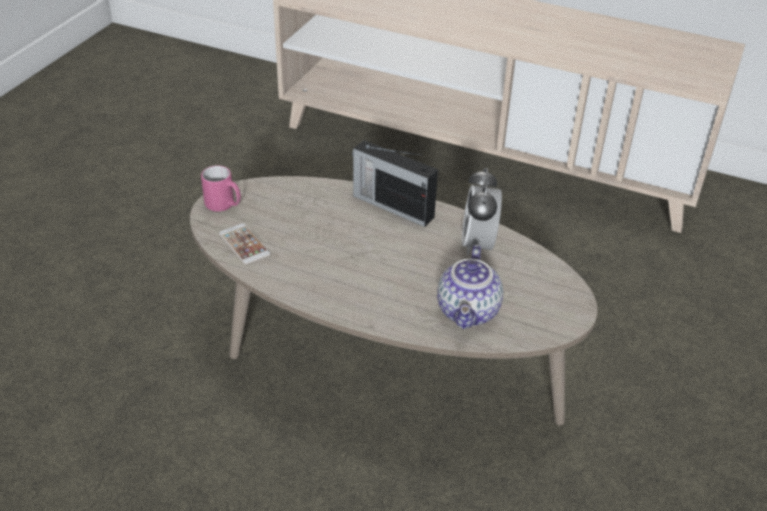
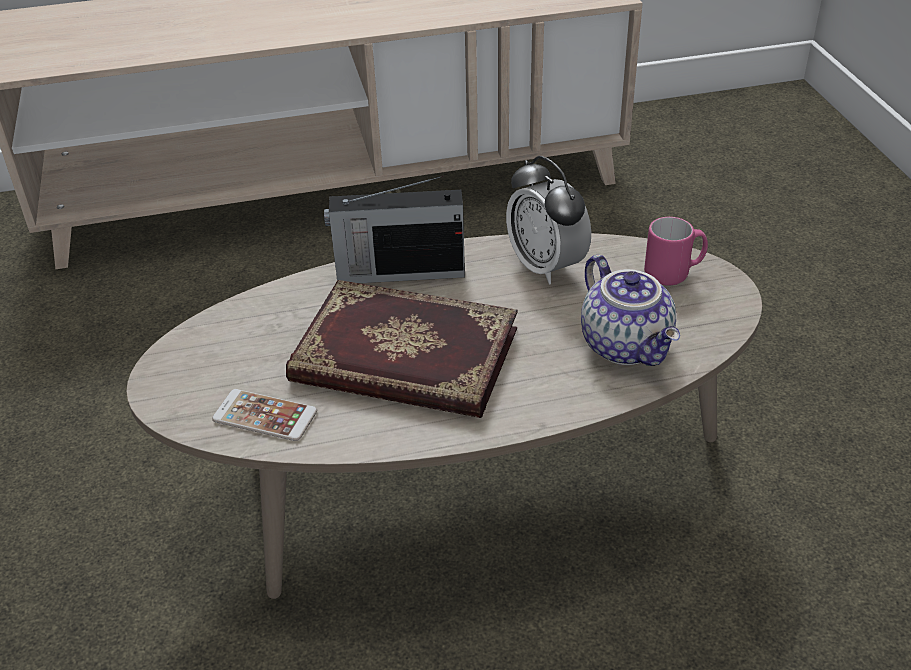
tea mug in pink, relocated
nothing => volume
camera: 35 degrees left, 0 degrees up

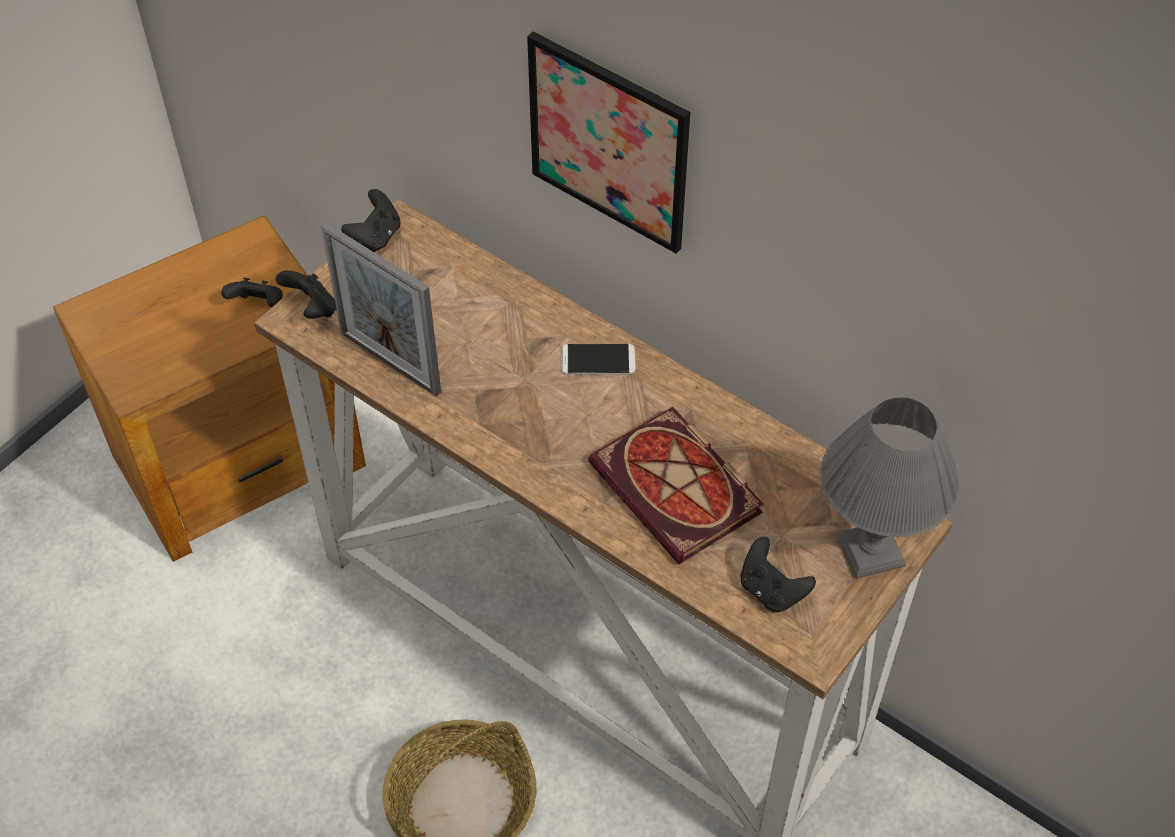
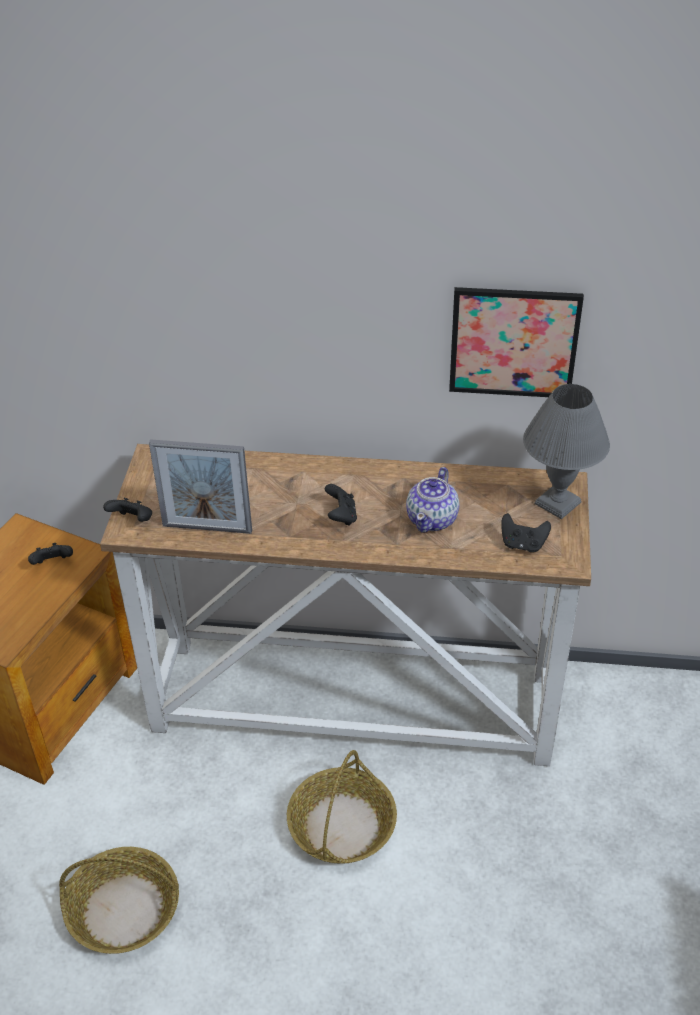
gamepad in black-coloured (no. 3 from left), relocated
picture, relocated
handset => nothing
volume => tea pot
nothing => storage basket (no. 1 from left)
camera: 30 degrees left, 10 degrees down

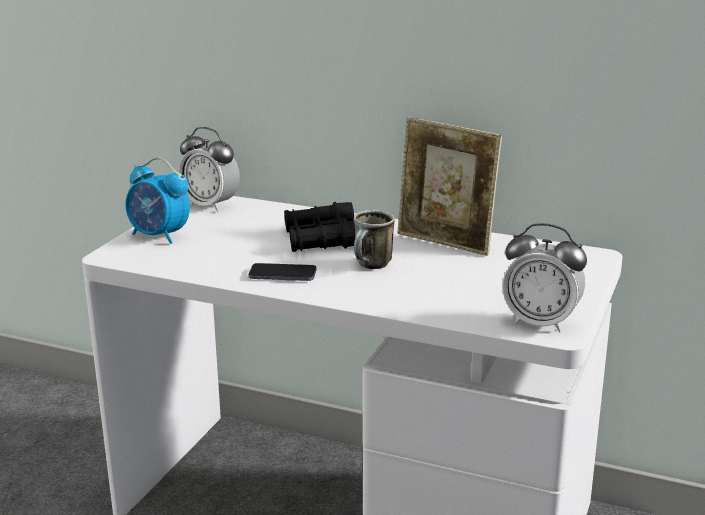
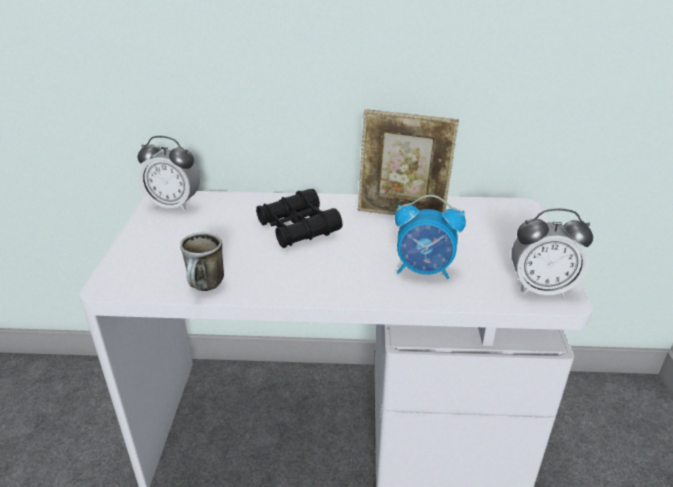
alarm clock (no. 1 from left in the first image) => alarm clock (no. 2 from left), relocated
handset => nothing
tea mug, relocated
camera: 20 degrees left, 10 degrees up

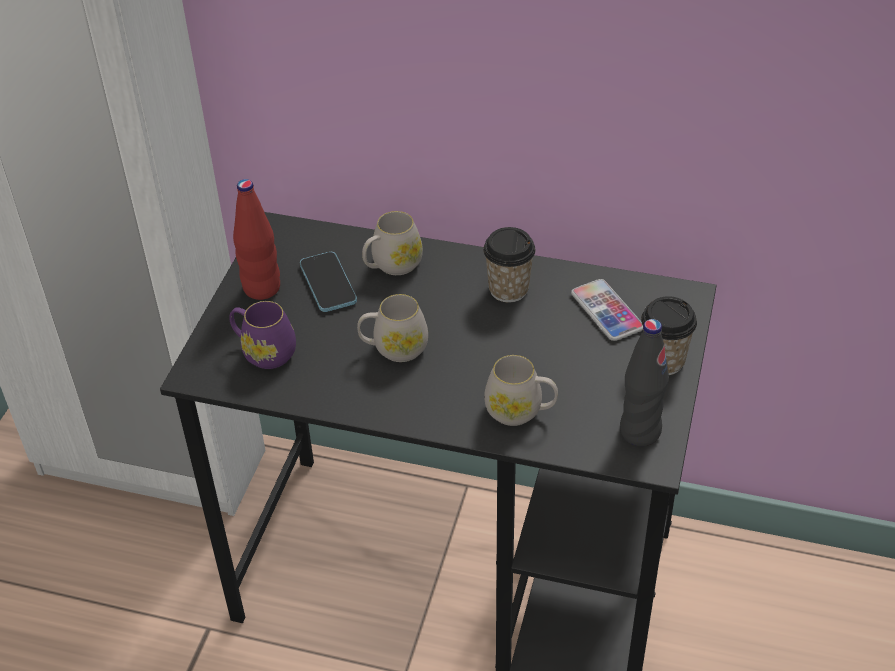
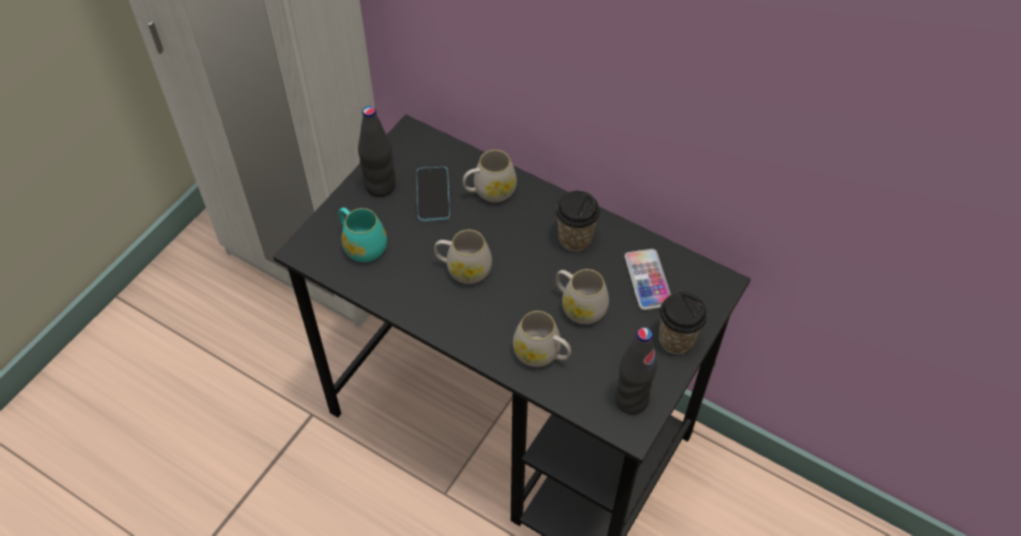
tea mug in purple-coloured => tea mug in blue-green
bottle in reddish => bottle in black-coloured (no. 1 from left)
nothing => tea mug in white (no. 4 from left)
camera: 15 degrees right, 10 degrees up

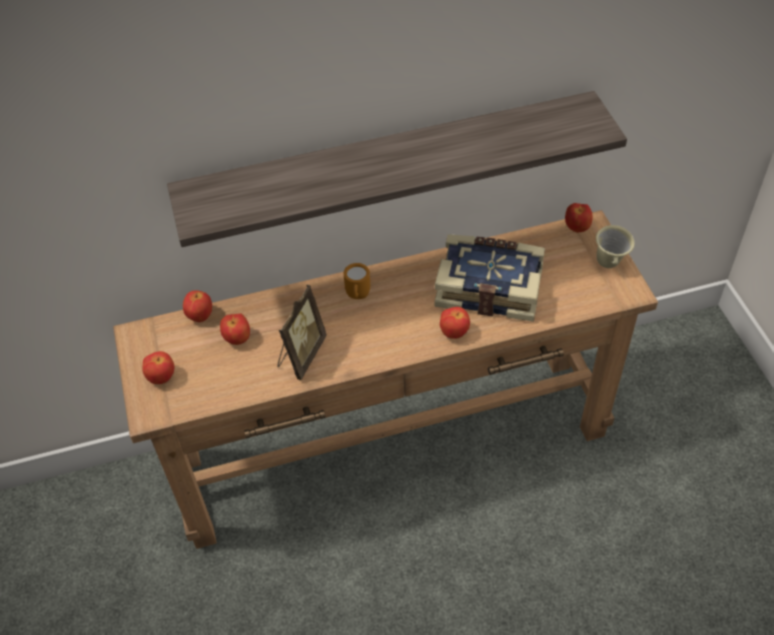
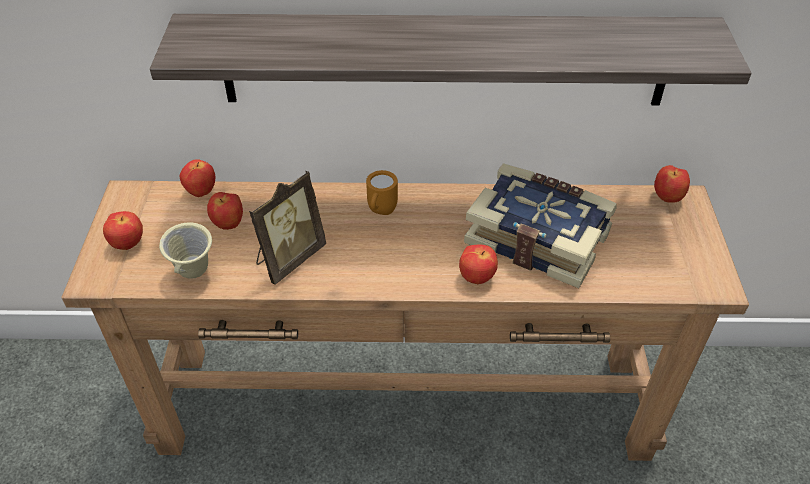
tea mug in sand-coloured, relocated
camera: 15 degrees right, 5 degrees down

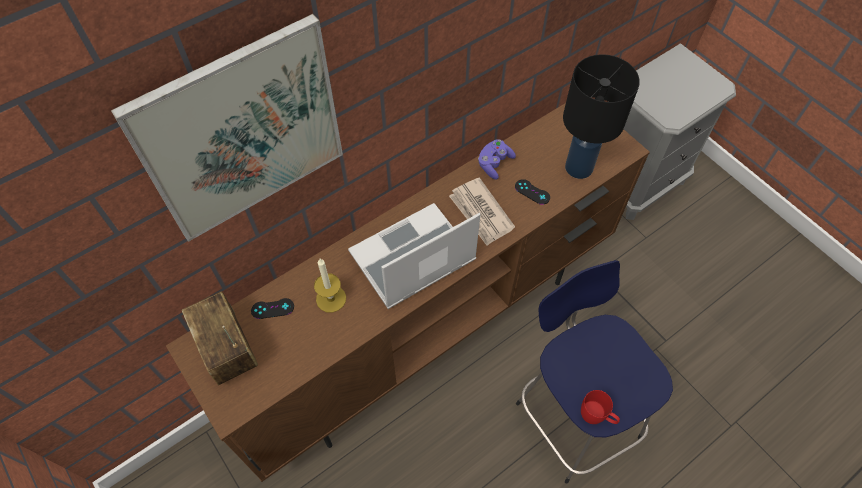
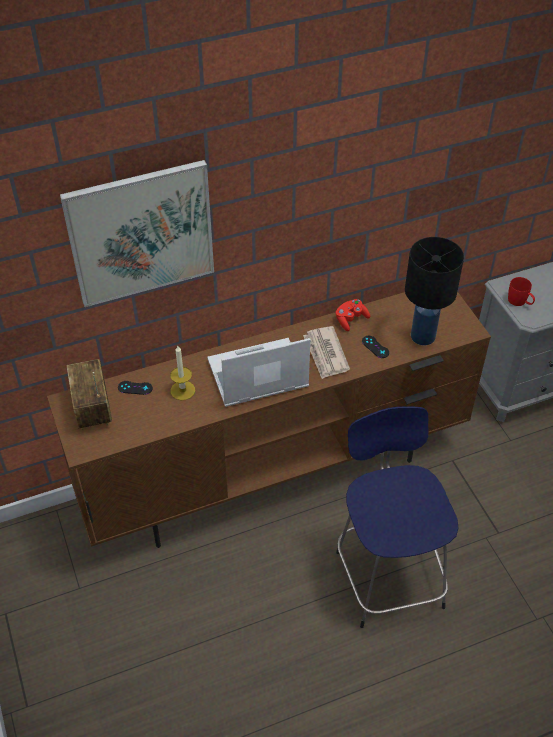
gamepad in purple-coloured => gamepad in reddish
tea mug in reddish, relocated
camera: 15 degrees right, 10 degrees down

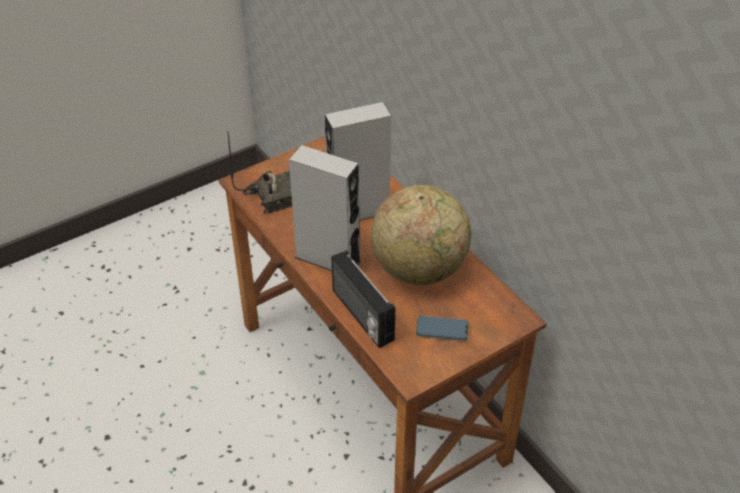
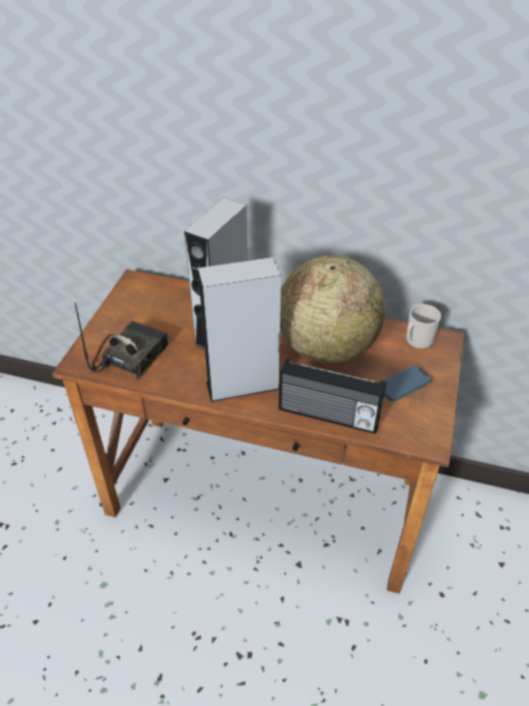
nothing => tea mug
camera: 40 degrees left, 0 degrees up

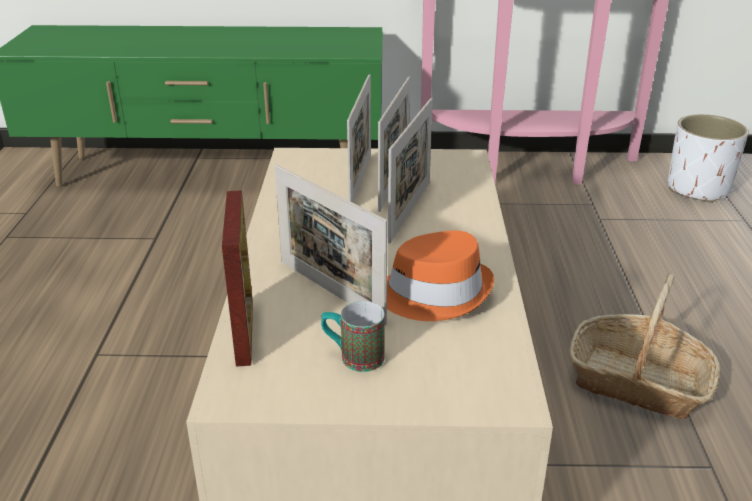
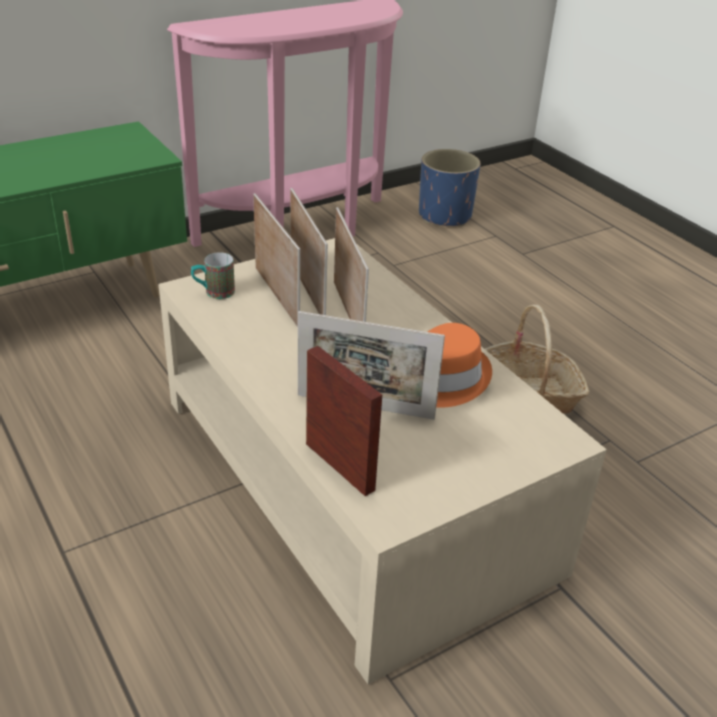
tea mug, relocated
planter in white => planter in blue-coloured
camera: 35 degrees left, 5 degrees up

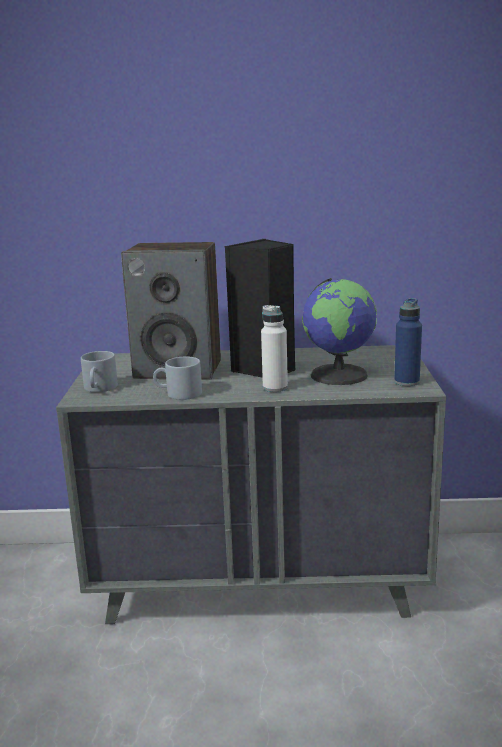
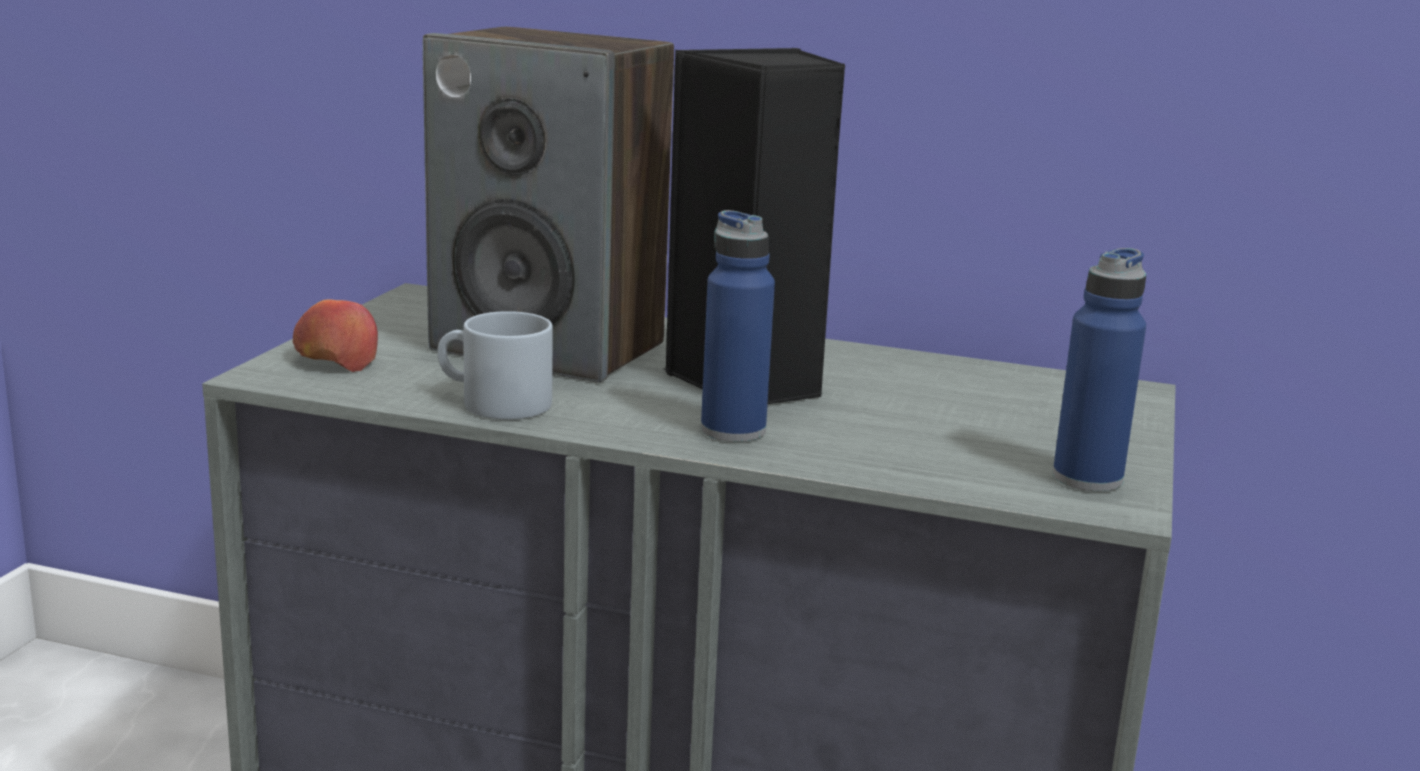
tea mug in greyish (no. 1 from left) => whole apple
bottle in white => bottle in blue-coloured (no. 1 from left)
world globe => nothing
camera: 15 degrees right, 0 degrees up

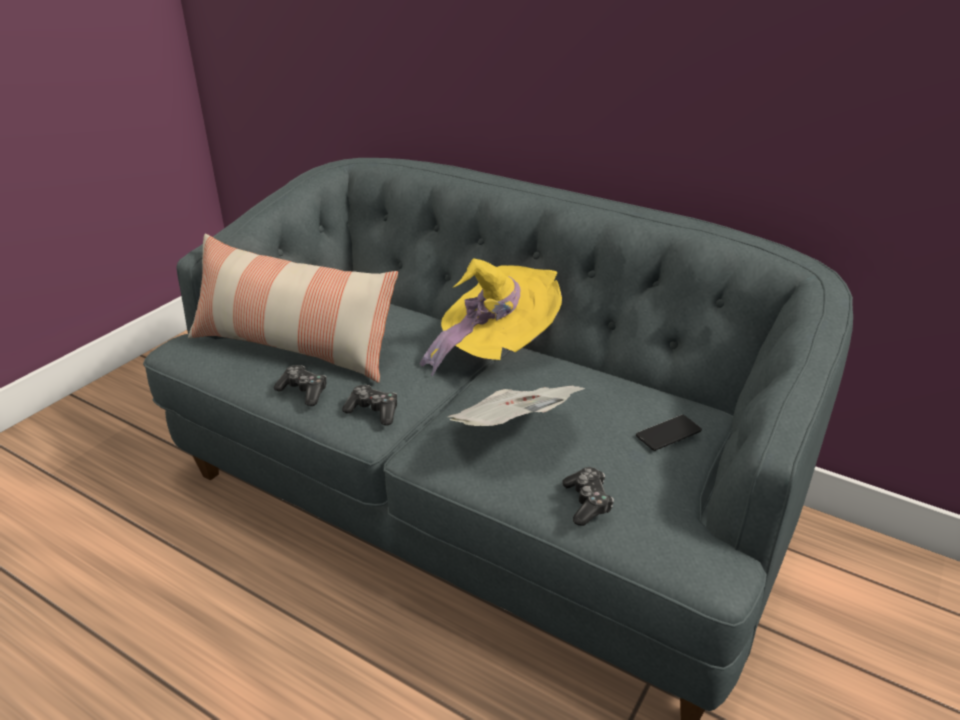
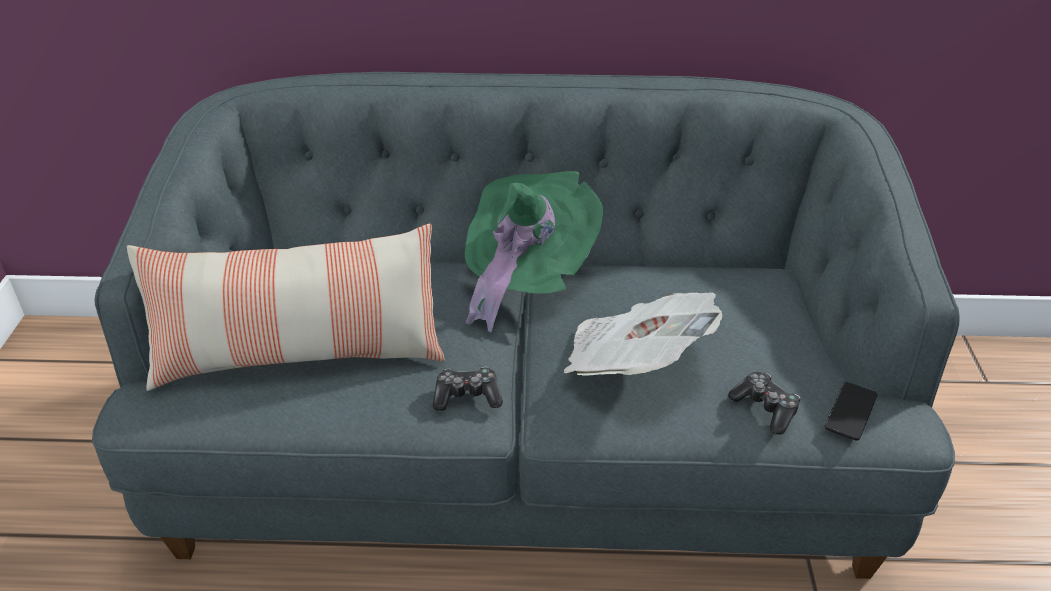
gamepad (no. 1 from left) => nothing
wearable hat in yellowish => wearable hat in green-coloured
handset, relocated
camera: 30 degrees left, 5 degrees up

